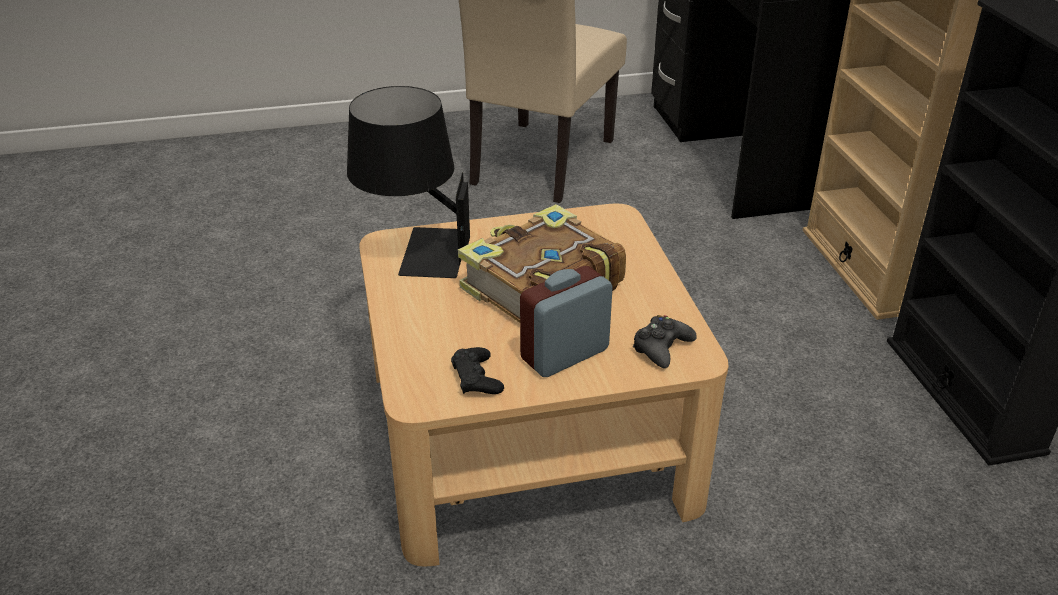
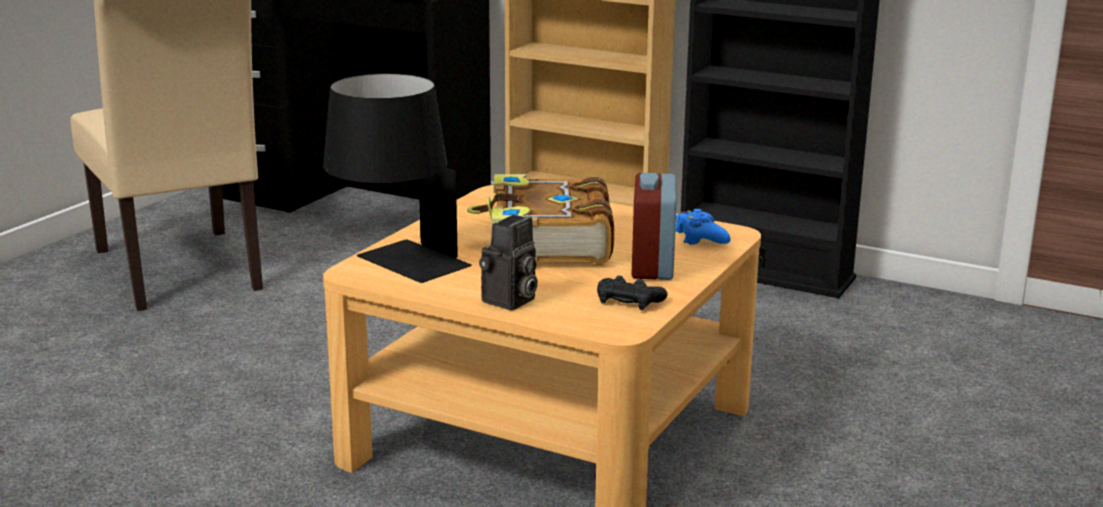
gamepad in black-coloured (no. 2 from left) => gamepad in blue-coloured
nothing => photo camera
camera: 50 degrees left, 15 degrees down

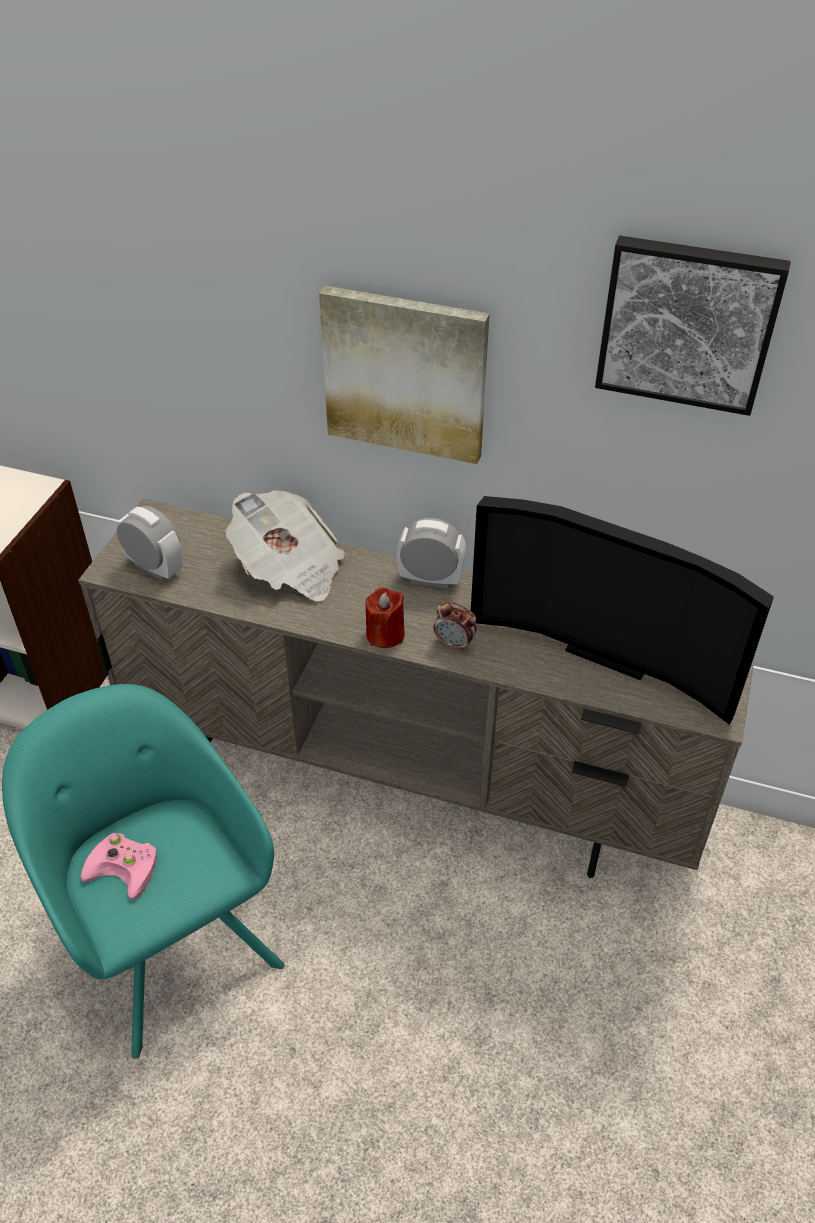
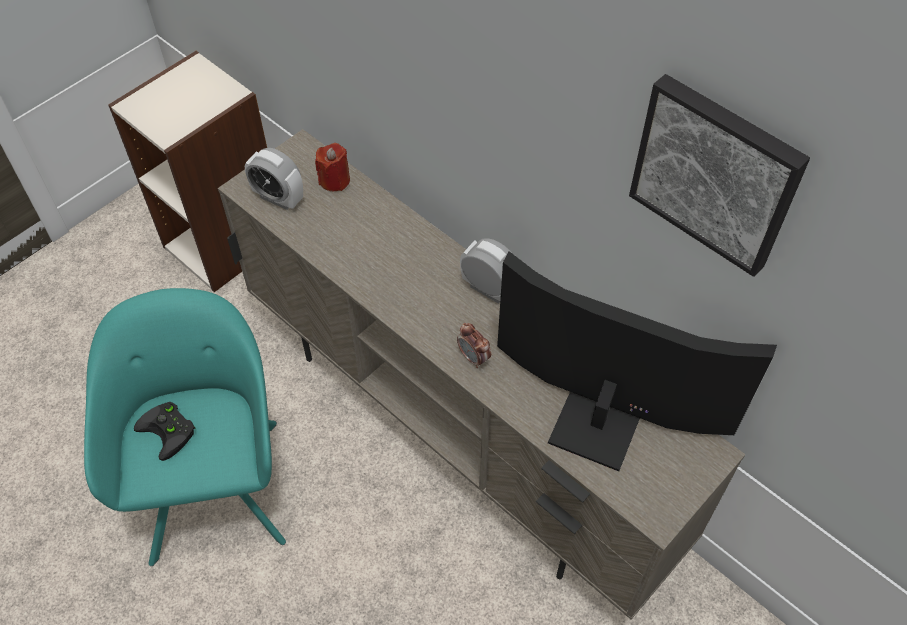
gamepad in pink => gamepad in black-coloured
alarm clock (no. 1 from left), 150 degrees clockwise
newspaper => nothing
picture (no. 1 from left) => nothing
wax light in reddish, relocated
television, 150 degrees clockwise
camera: 25 degrees right, 10 degrees up

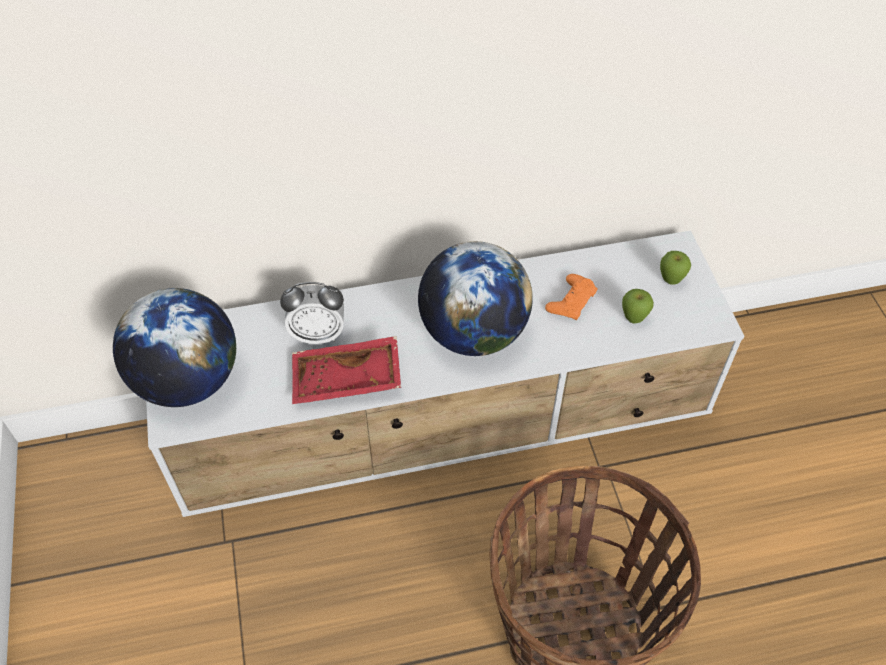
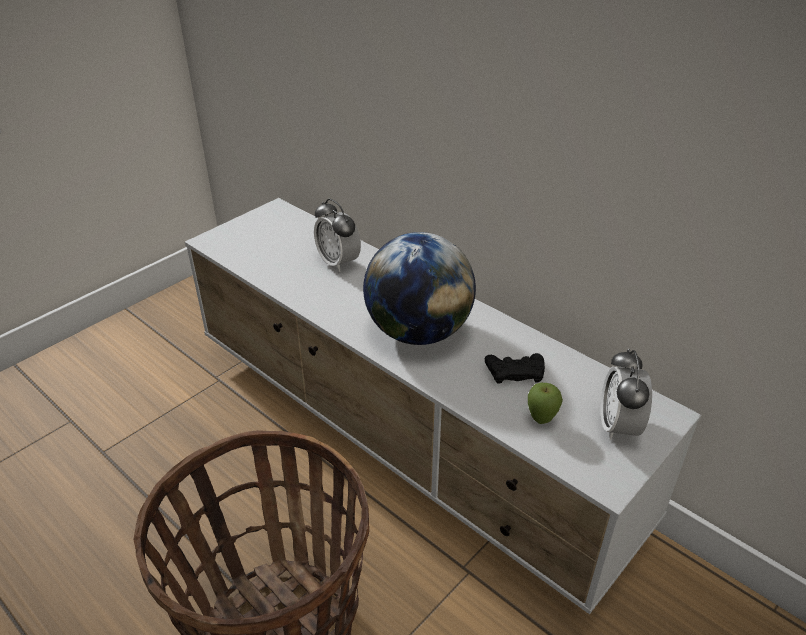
world globe (no. 1 from left) => nothing
tray in reddish => nothing
gamepad in orange-coloured => gamepad in black-coloured
whole apple (no. 2 from left) => alarm clock (no. 2 from left)
camera: 55 degrees right, 15 degrees down

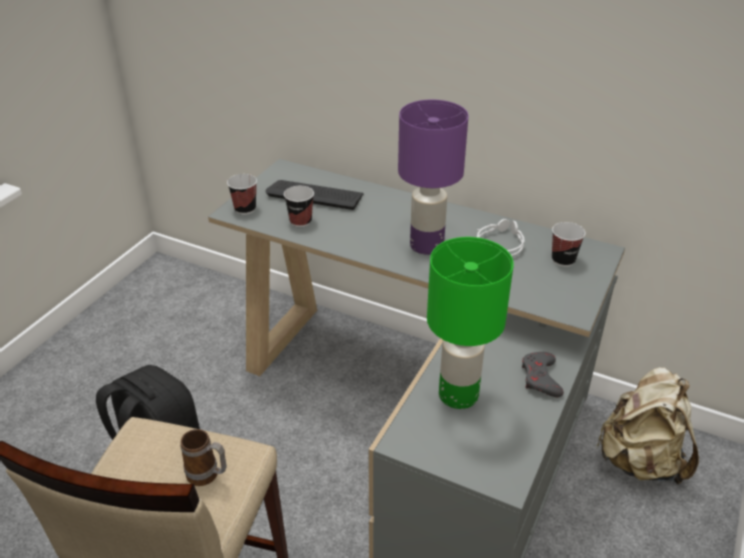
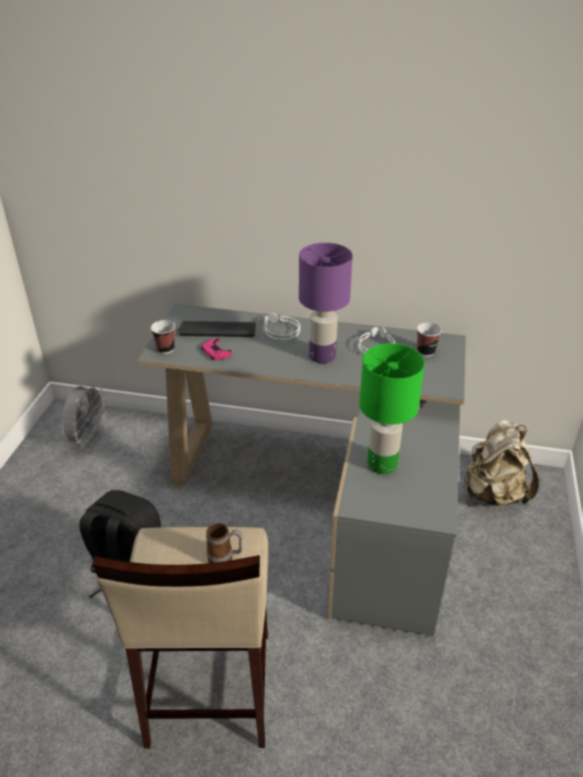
small cup (no. 2 from left) => gamepad in pink
gamepad in greyish => nothing
nothing => electric fan in greyish
nothing => headset in greyish (no. 1 from left)
camera: 15 degrees left, 0 degrees up

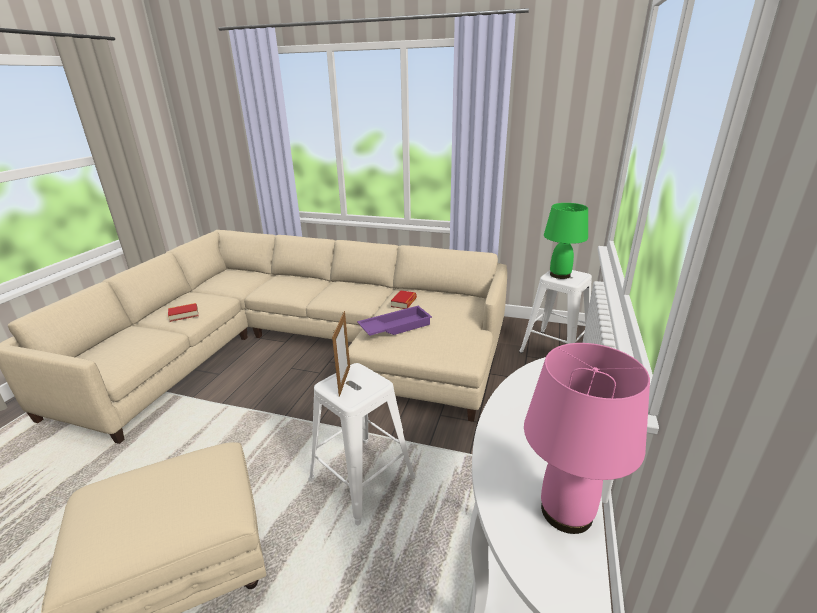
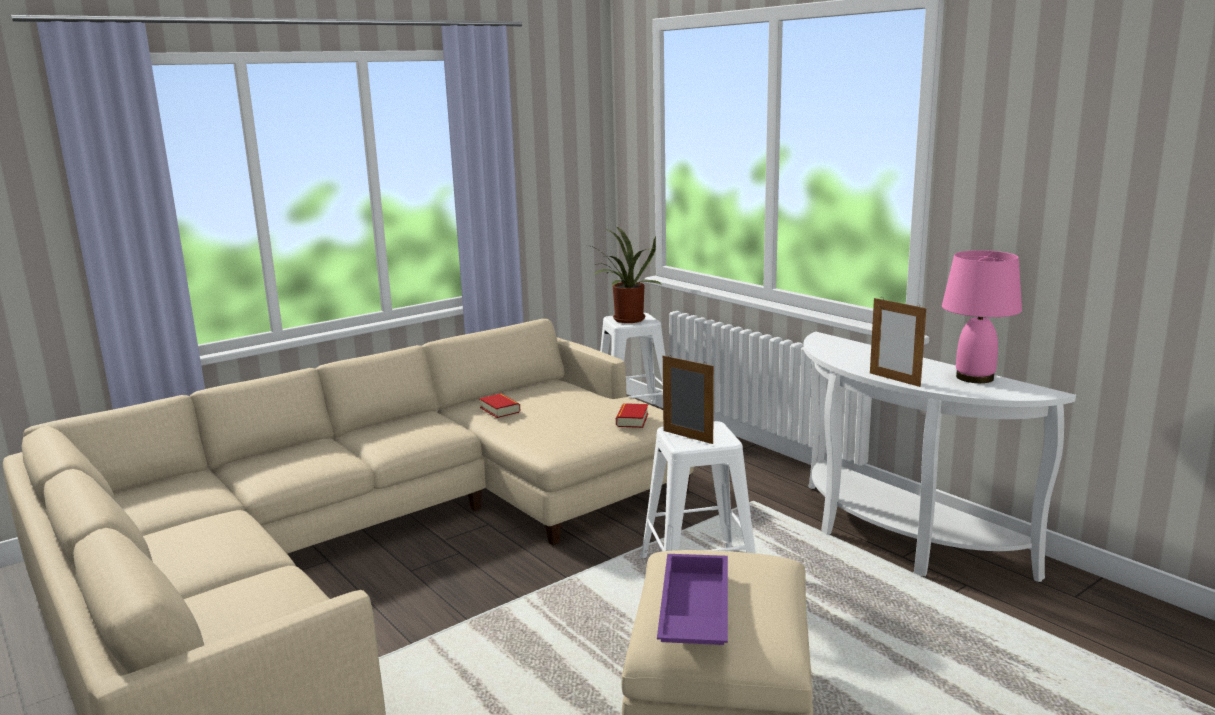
volume (no. 1 from left in the first image) => volume (no. 2 from left), relocated
tray in purple-coloured, relocated
table lamp in green-coloured => houseplant
nothing => picture frame (no. 2 from left)
camera: 55 degrees left, 10 degrees down

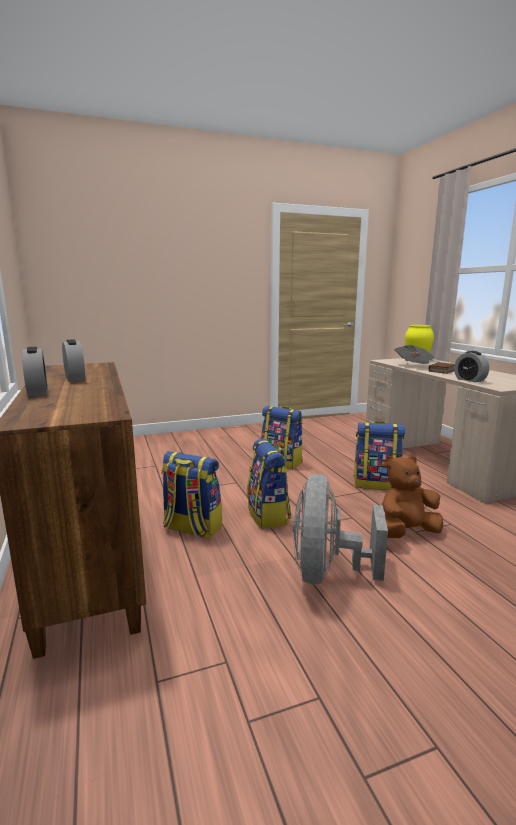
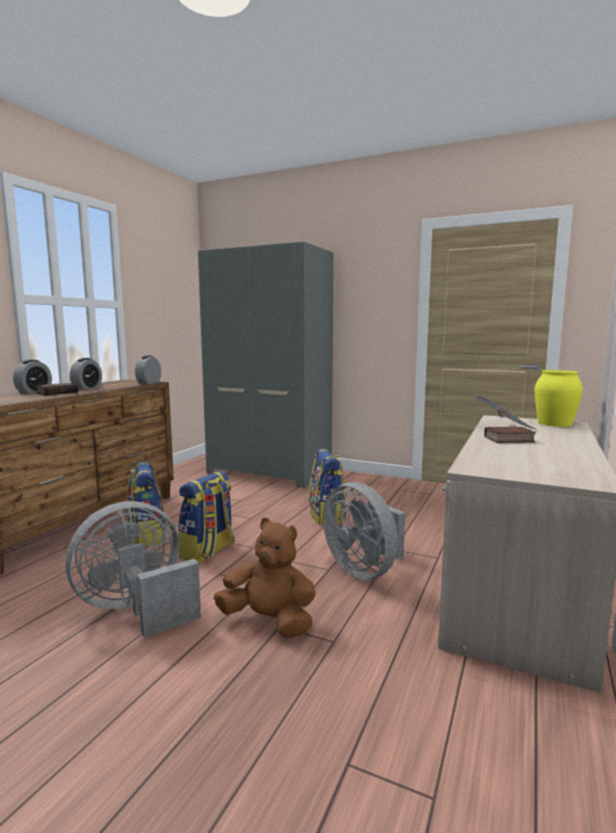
knapsack (no. 4 from left) => electric fan in greyish (no. 2 from left)
alarm clock (no. 3 from left), relocated
nothing => volume (no. 1 from left)
nothing => clothes cupboard in greyish
camera: 45 degrees right, 5 degrees down

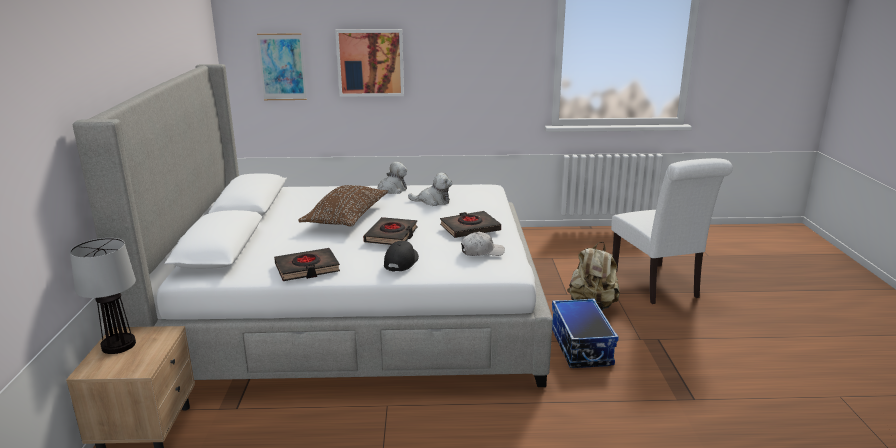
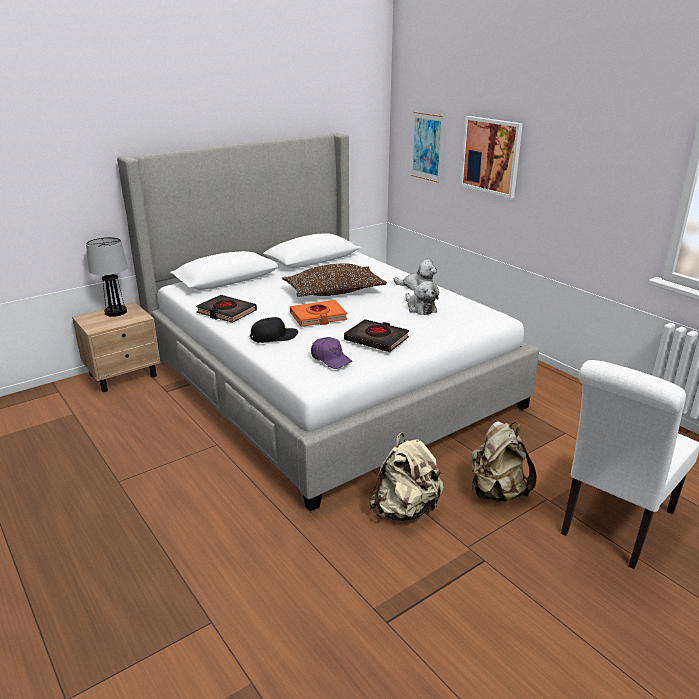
volume in black-coloured (no. 2 from left) => volume in orange-coloured
baseball cap in white => baseball cap in purple-coloured
storage bin => knapsack in sand-coloured (no. 1 from left)
camera: 55 degrees right, 5 degrees up

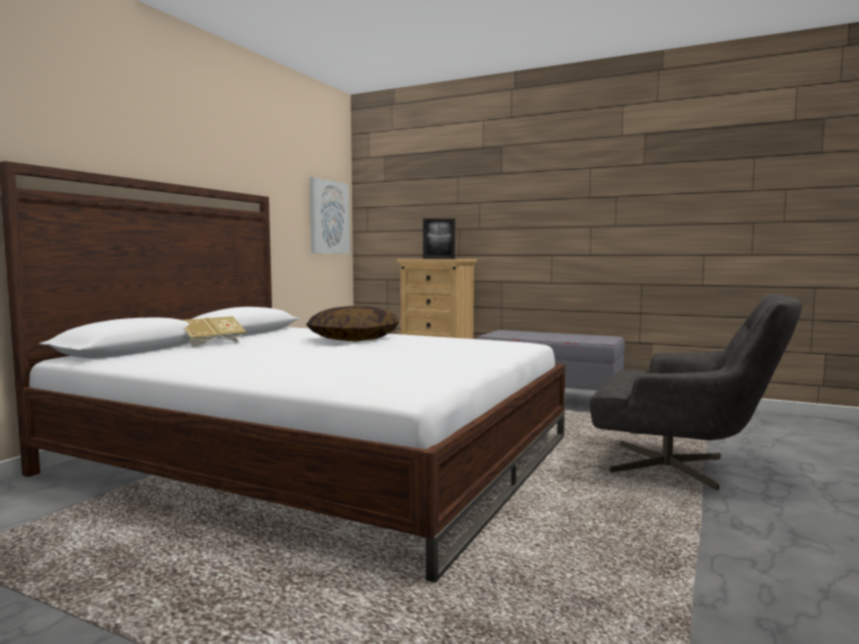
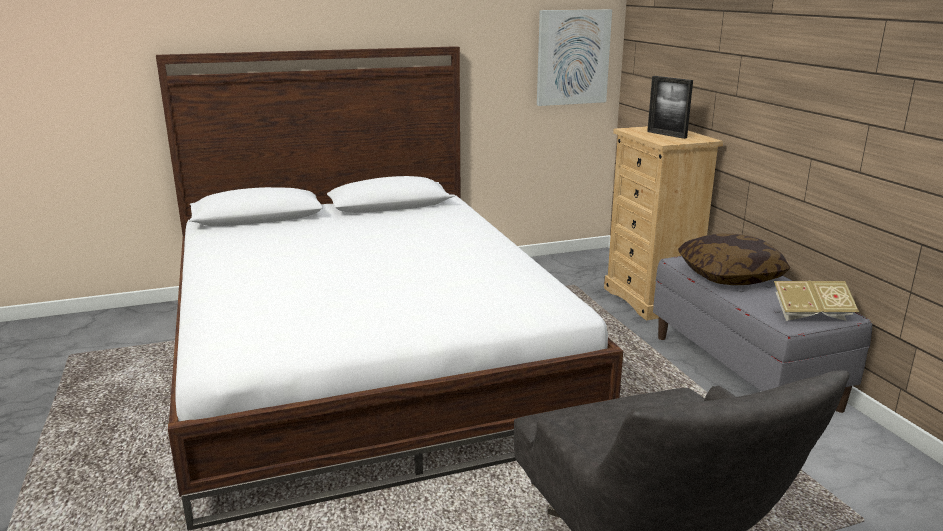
volume, relocated
pillow, relocated
camera: 45 degrees right, 15 degrees up

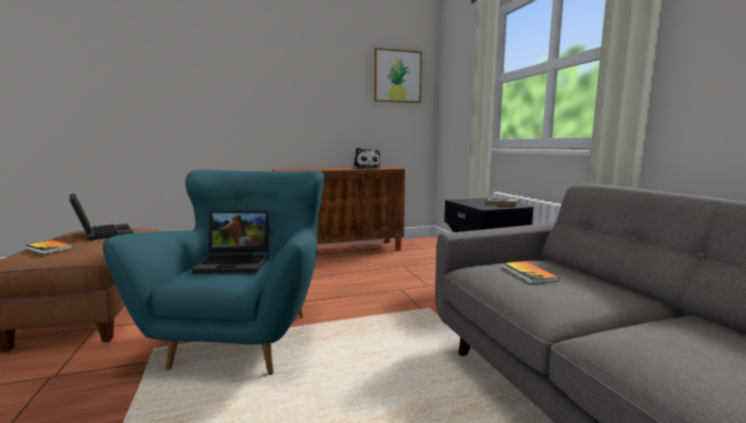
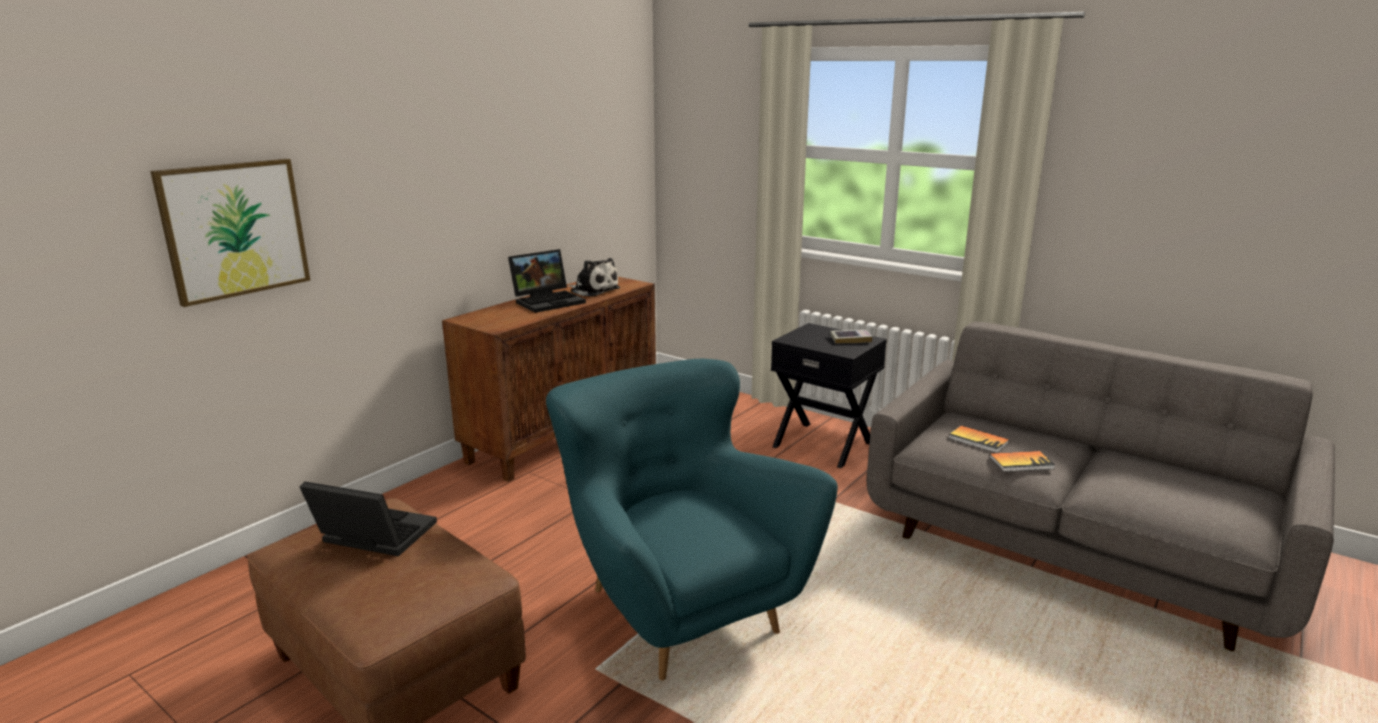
volume (no. 1 from left in the first image) => volume (no. 3 from left), relocated
notebook computer (no. 2 from left), relocated
picture, relocated
camera: 35 degrees left, 10 degrees up

